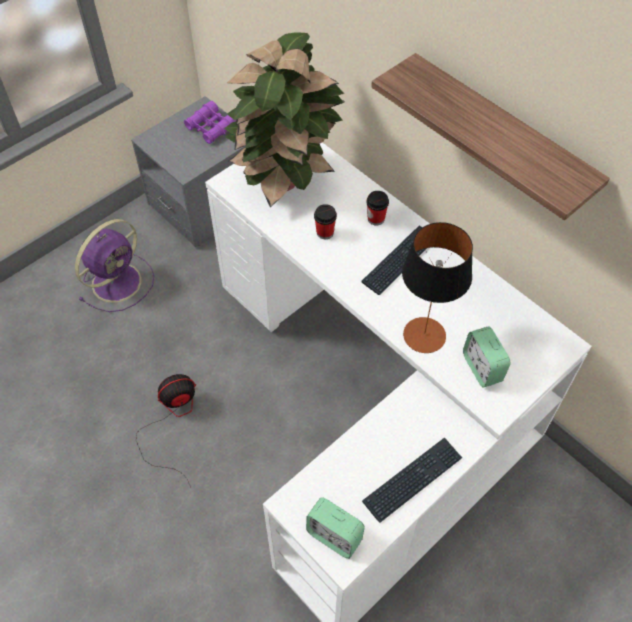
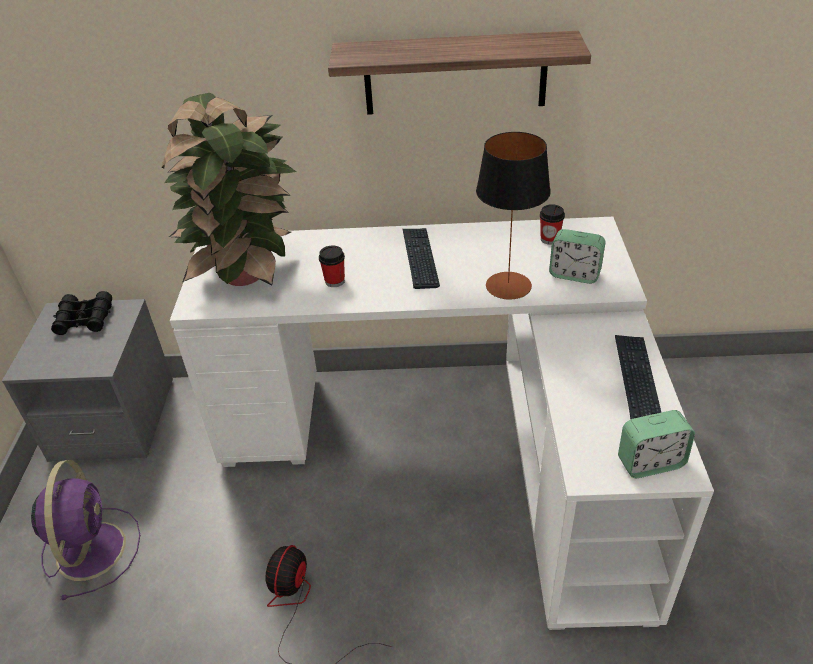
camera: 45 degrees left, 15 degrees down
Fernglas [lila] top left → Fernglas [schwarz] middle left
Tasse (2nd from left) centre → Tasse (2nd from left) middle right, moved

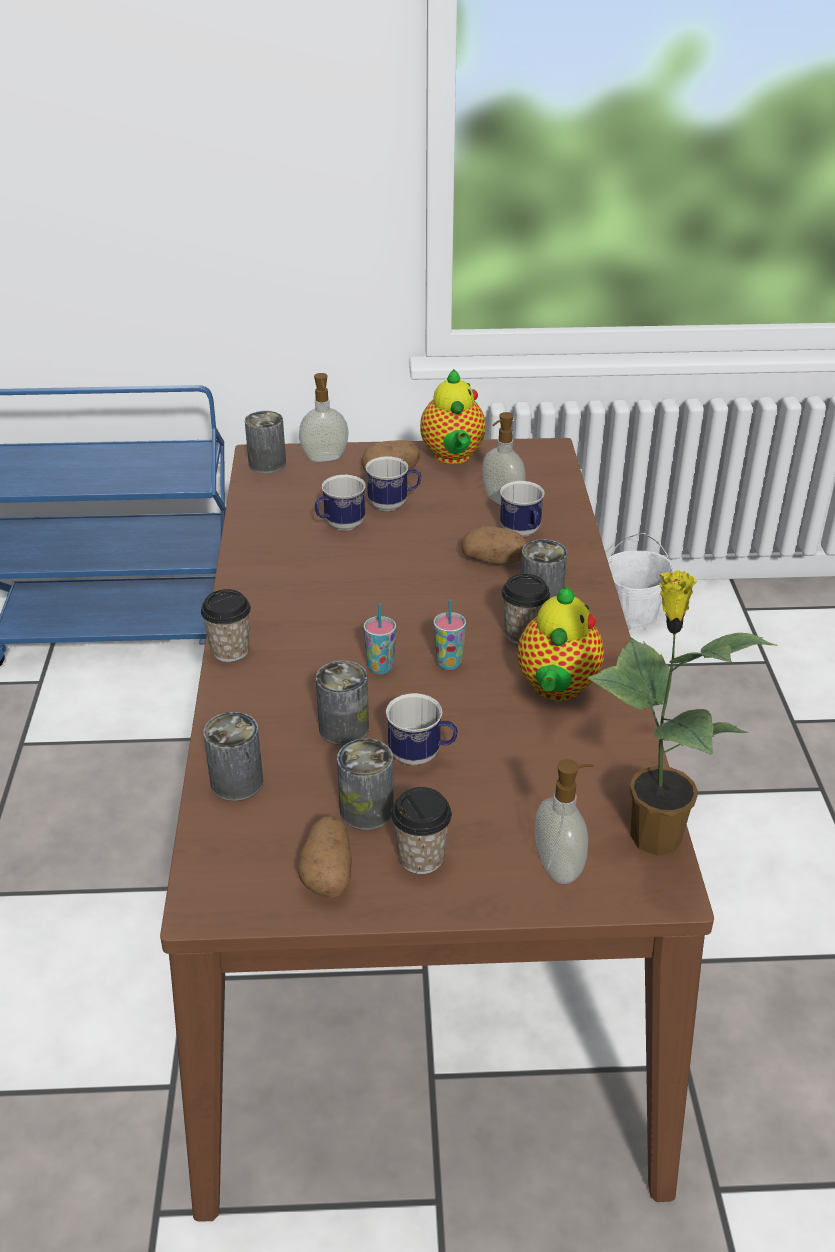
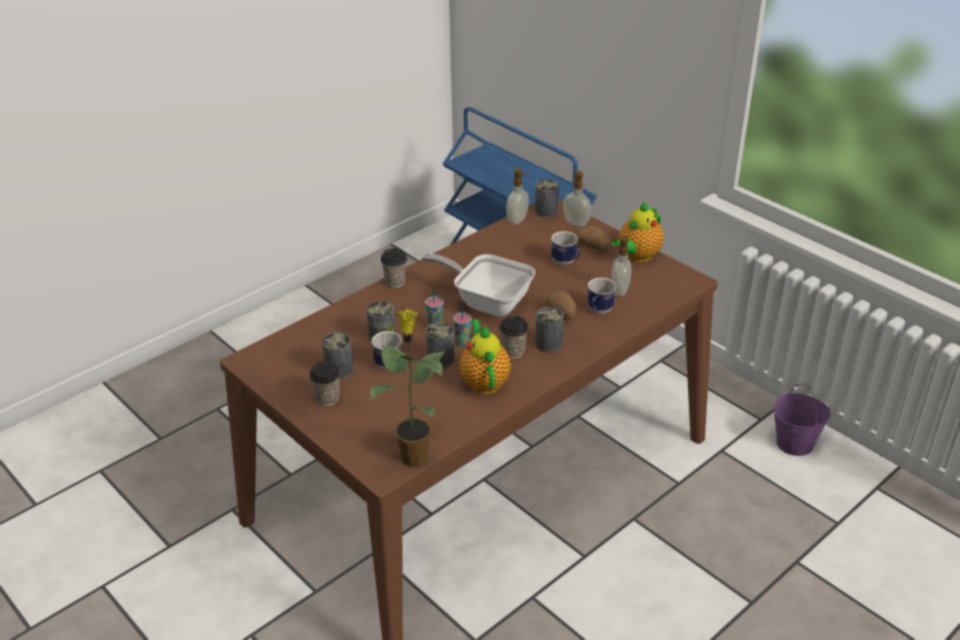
camera: 50 degrees right, 0 degrees up
Henkelbecher (1st from left) centre → -
Eimer [weiß] middle right → Eimer [lila] middle right
Teekanne (2nd from left in the first image) middle right → Teekanne (1st from left) centre, 105 degrees clockwise
Dose (1st from left in the first image) middle left → Dose (3rd from left) centre, moved
Seifenspender (3rd from left in the first image) middle right → Seifenspender (1st from left) top centre, moved
Kartoffel (1st from left) bottom centre → -
- → Pfanne centre

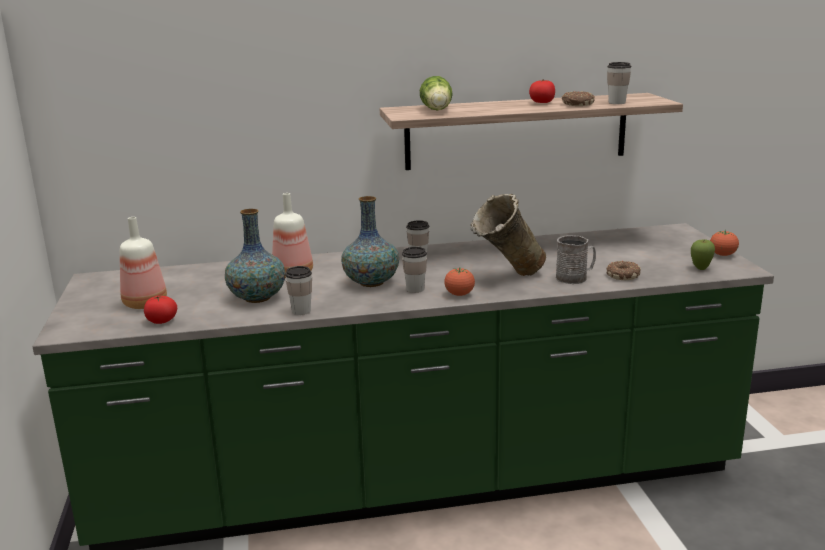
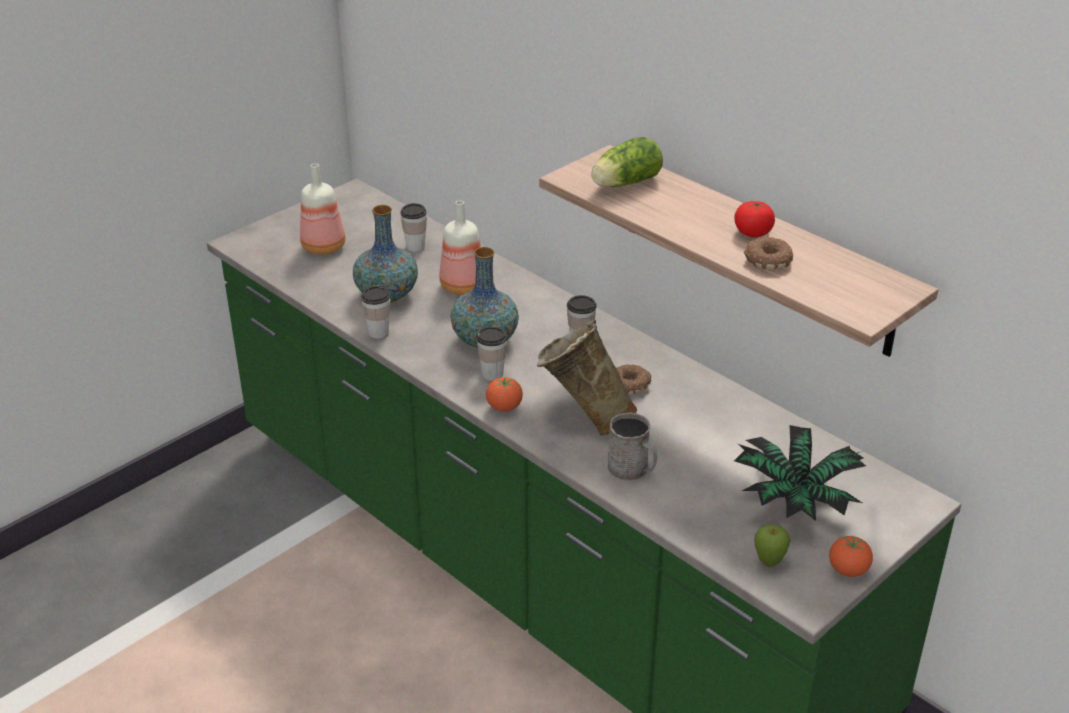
camera: 55 degrees right, 15 degrees up
Tasse (4th from left in the first image) top right → Tasse (2nd from left) top centre, moved
Donut (2nd from left in the first image) middle right → Donut (1st from left) centre, moved
Tomate (1st from left) middle left → -
- → Topfpflanze middle right

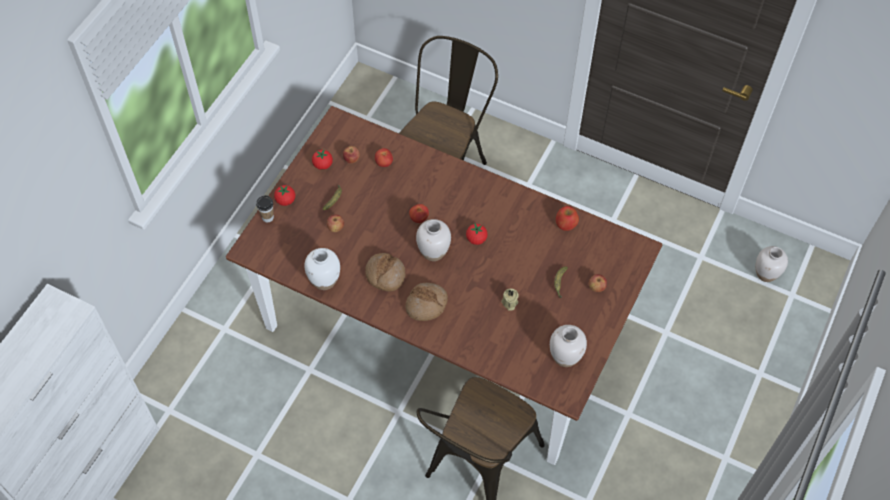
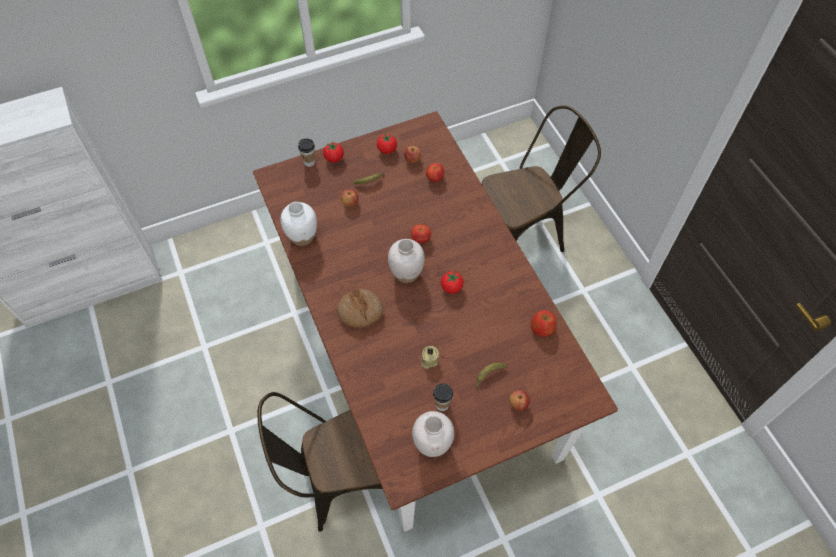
camera: 40 degrees right, 0 degrees up
Vase [weiß] (4th from left) middle right → -
Brot (1st from left) centre → -
- → Tasse (2nd from left) bottom centre

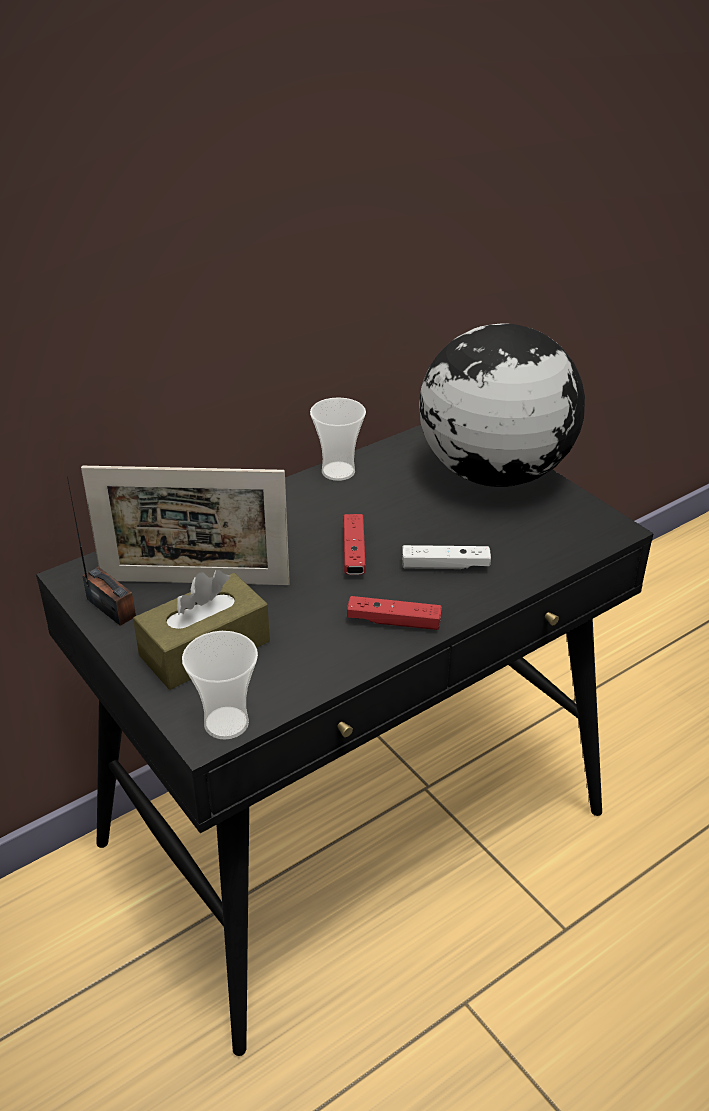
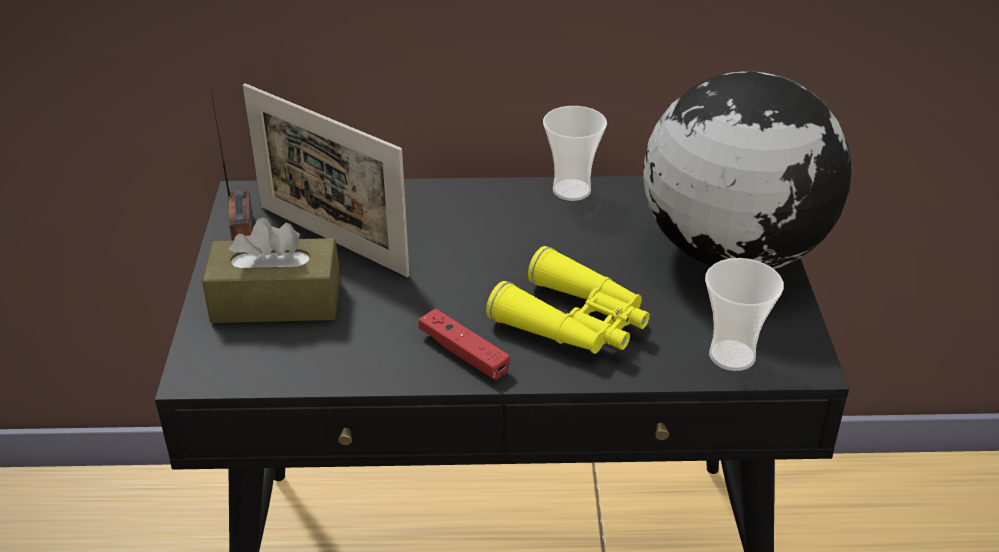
camera: 35 degrees right, 0 degrees up
Gamepad [rot] (1st from left) centre → -
Gamepad [weiß] centre → Fernglas [gelb] centre
Tasse (1st from left in the first image) middle left → Tasse (2nd from left) middle right, moved

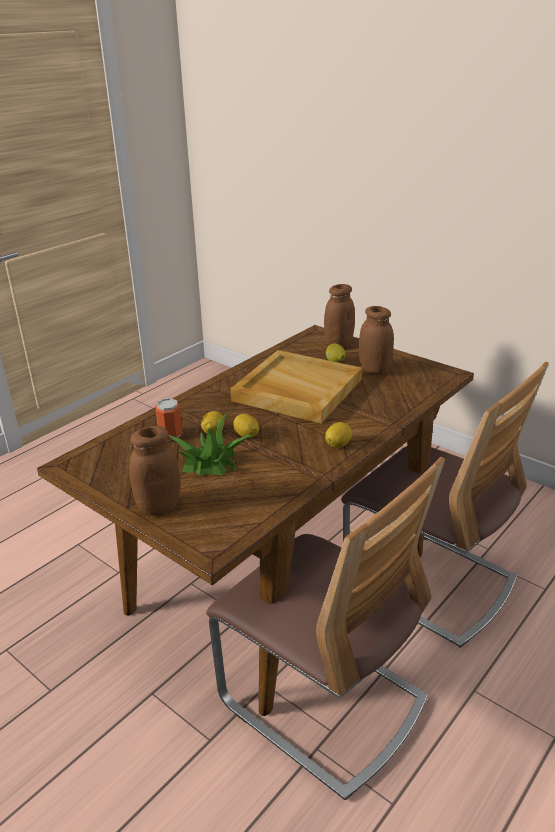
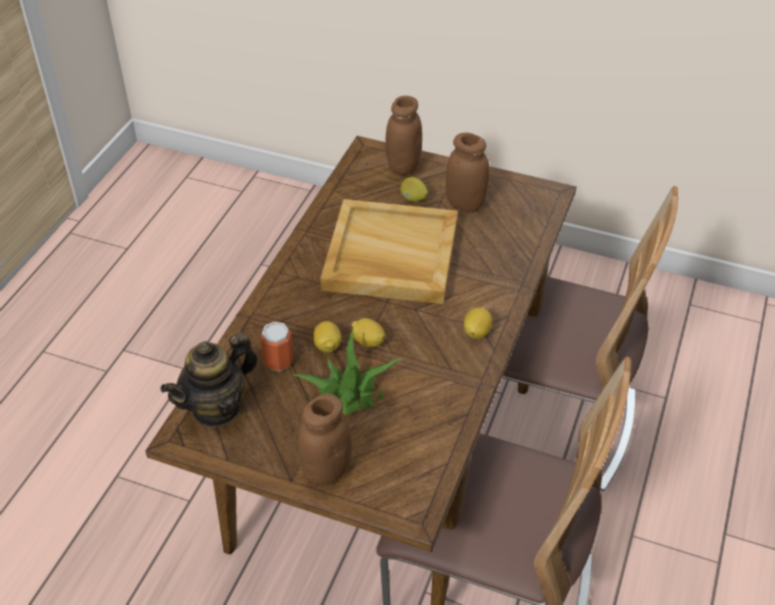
camera: 20 degrees left, 15 degrees up
- → Teekanne middle left

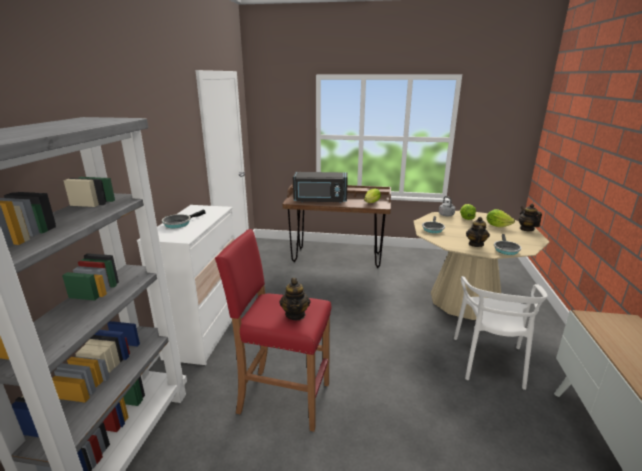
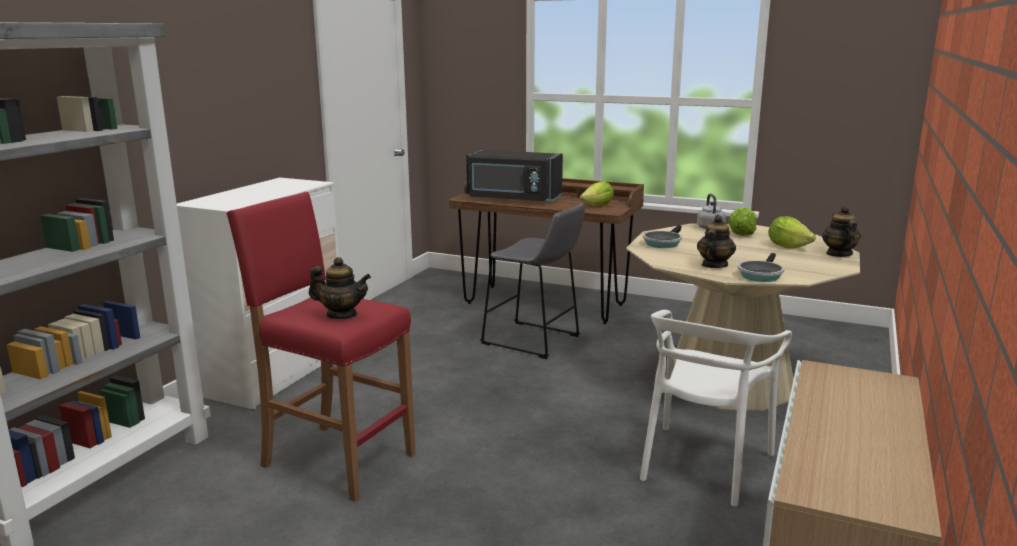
camera: 15 degrees right, 5 degrees down
Pfanne (1st from left) middle left → -
Teekanne (1st from left) centre, 90 degrees counterclockwise
- → Hocker [grau] centre

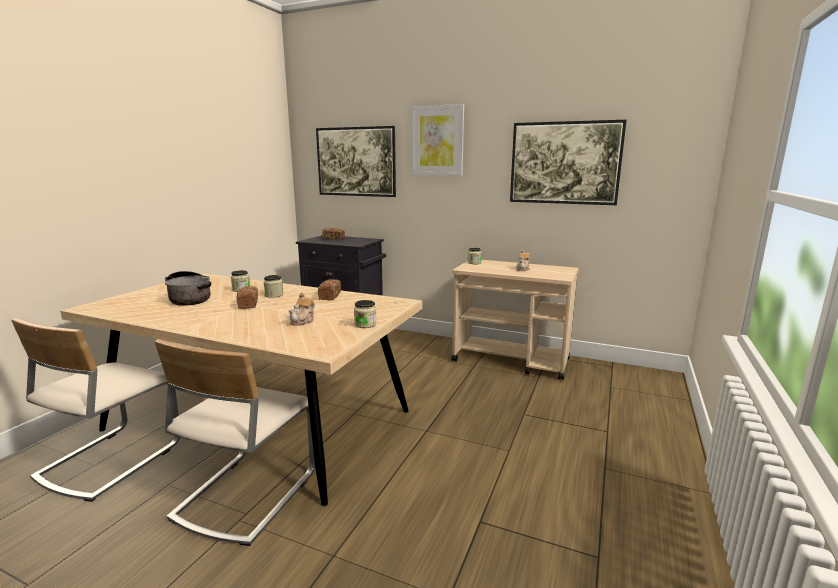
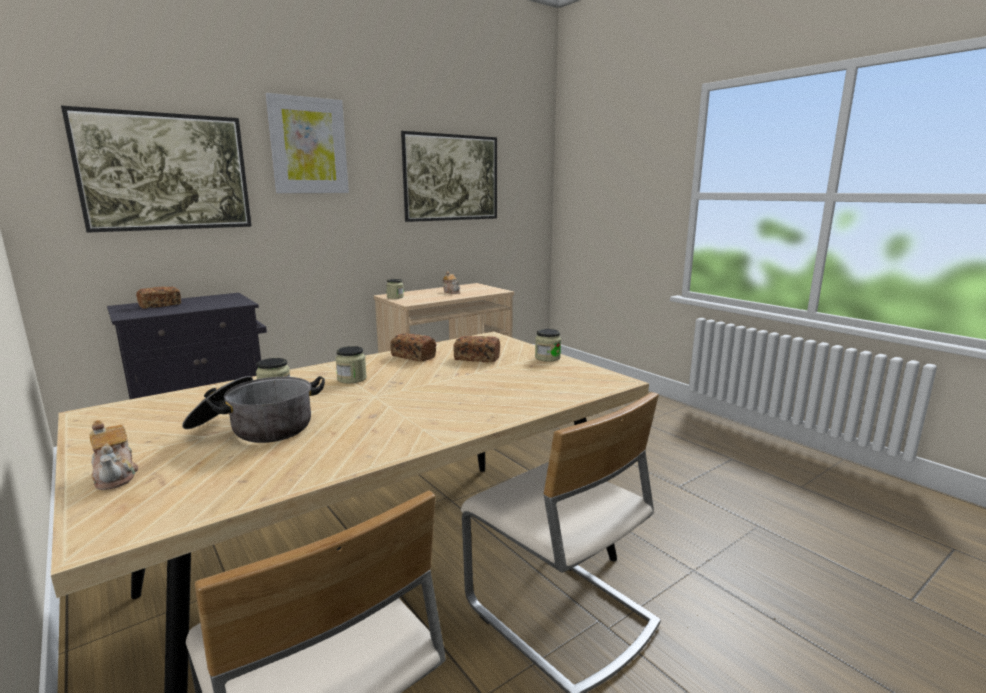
camera: 60 degrees left, 0 degrees up
Brot (1st from left in the first image) middle left → Brot (3rd from left) centre, moved
Teekanne (1st from left) centre → Teekanne (1st from left) middle left, moved

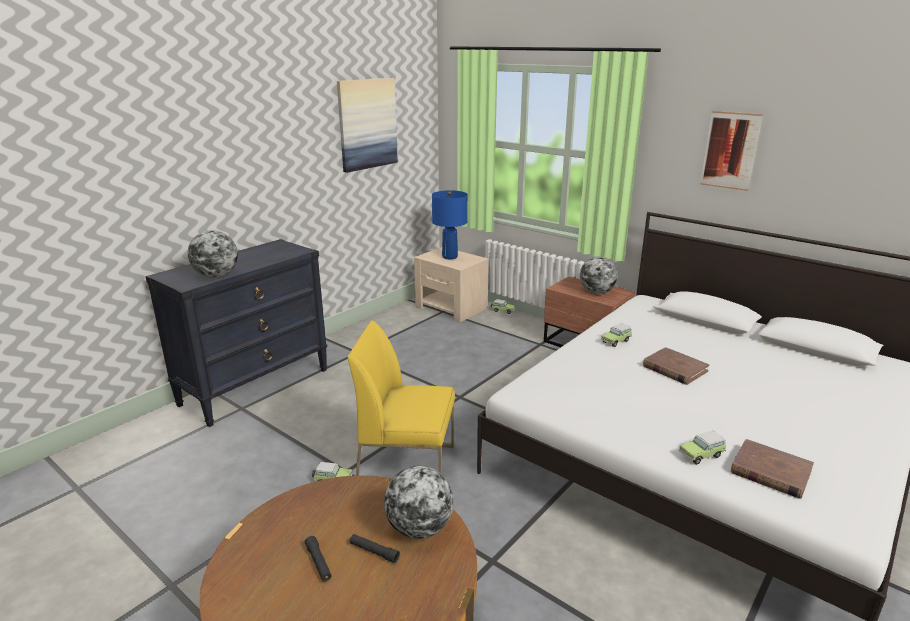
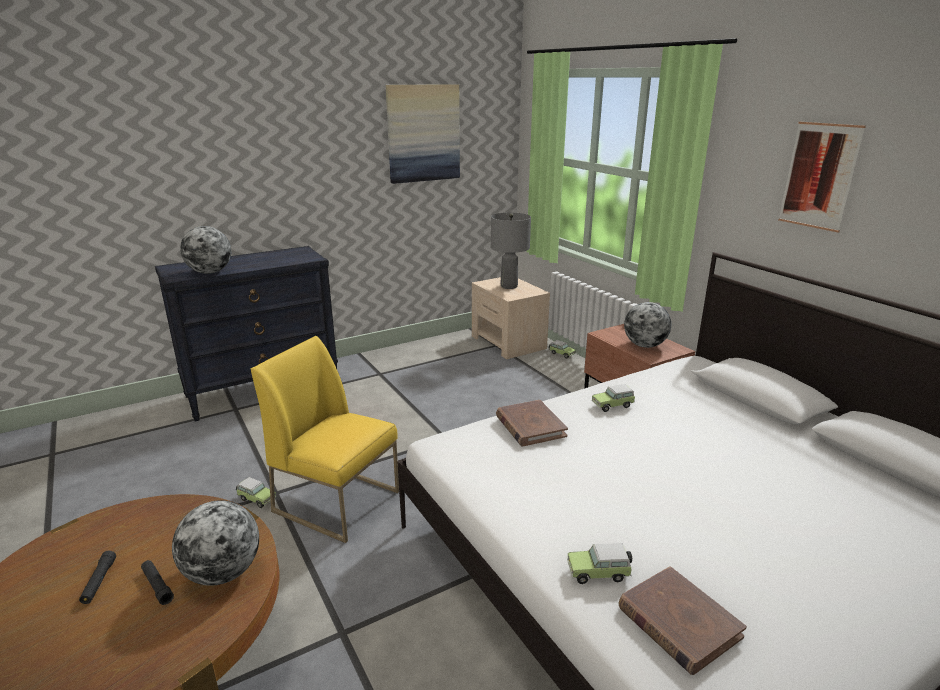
camera: 20 degrees right, 0 degrees up
Tischlampe [blau] centre → Tischlampe [grau] centre
Buch [braun] (1st from left) middle right → Buch [braun] (1st from left) centre, moved

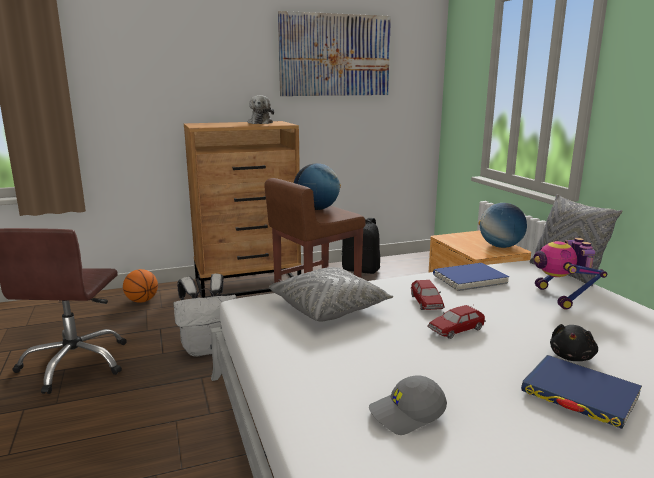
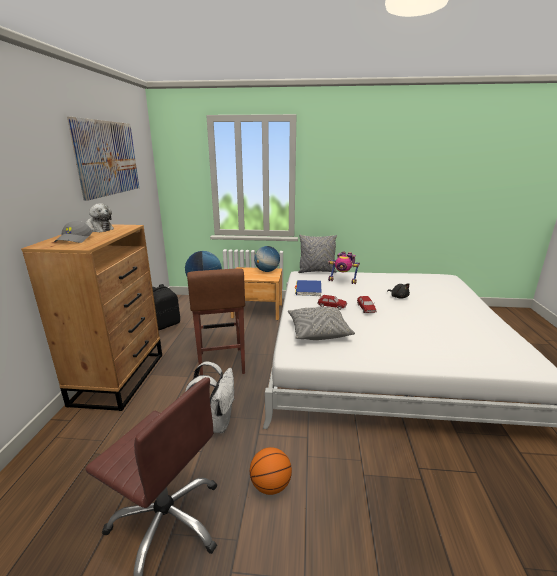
camera: 65 degrees left, 5 degrees up
Basketball middle left → Basketball bottom centre, moved
Buch [blau] (2nd from left) bottom right → -
Kappe [grau] bottom centre → Kappe [grau] middle left, moved

